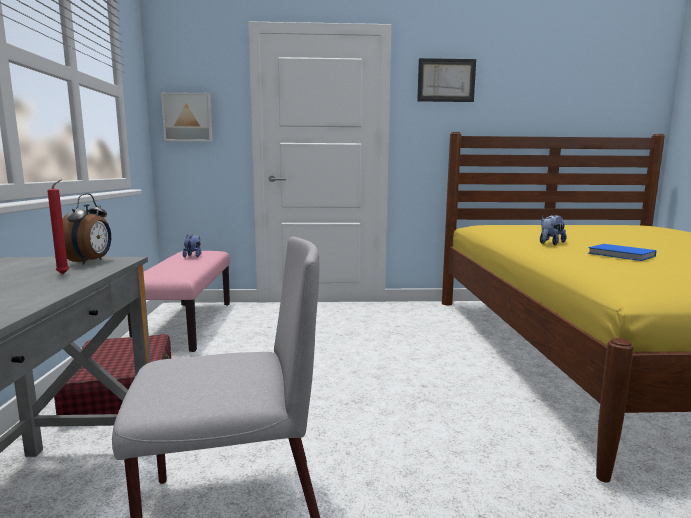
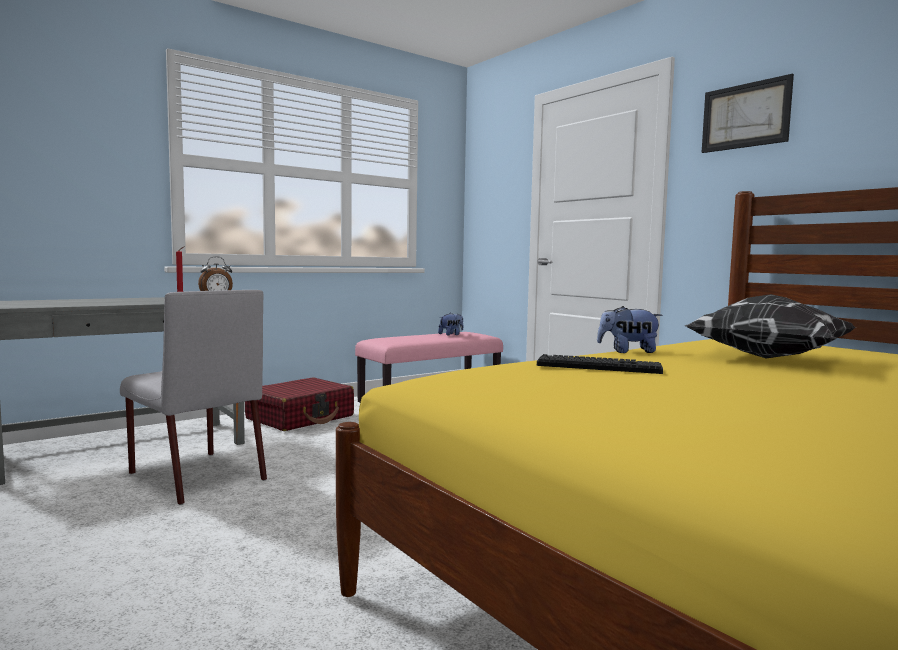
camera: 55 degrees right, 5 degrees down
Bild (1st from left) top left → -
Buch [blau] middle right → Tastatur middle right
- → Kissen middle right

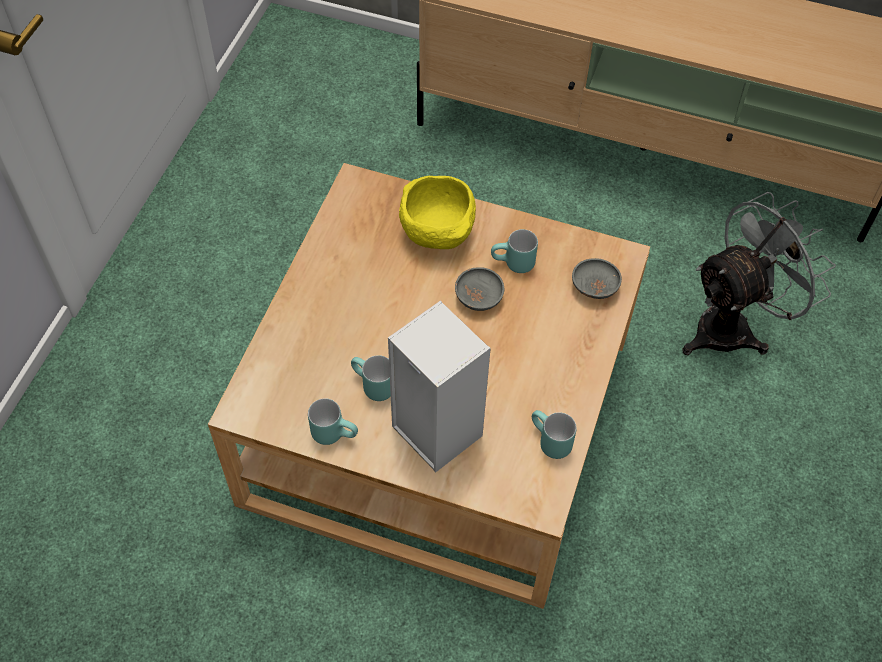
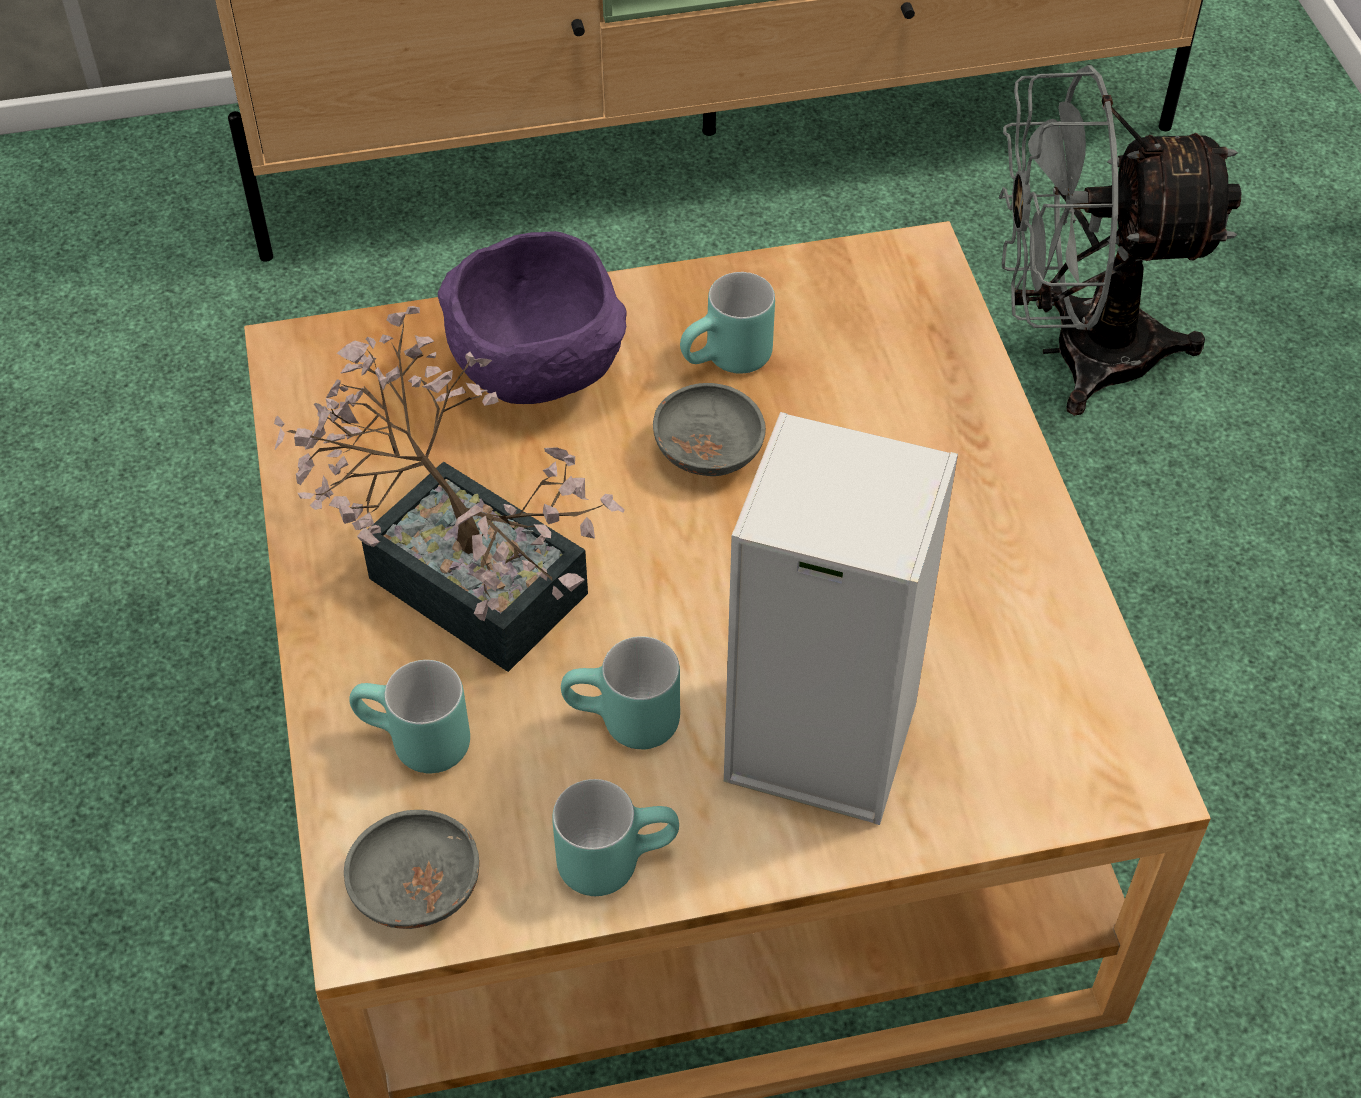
camera: 30 degrees left, 5 degrees down
Schüssel [gelb] top centre → Schüssel [lila] top centre
Ventilator [grau] middle right → Ventilator [grau] top right, 120 degrees counterclockwise
Schüssel [grau] (2nd from left in the first image) middle right → Schüssel [grau] (1st from left) bottom left, moved
Henkelbecher [türkis] (4th from left in the first image) centre → Henkelbecher [türkis] (1st from left) middle left, moved
- → Topfpflanze middle left

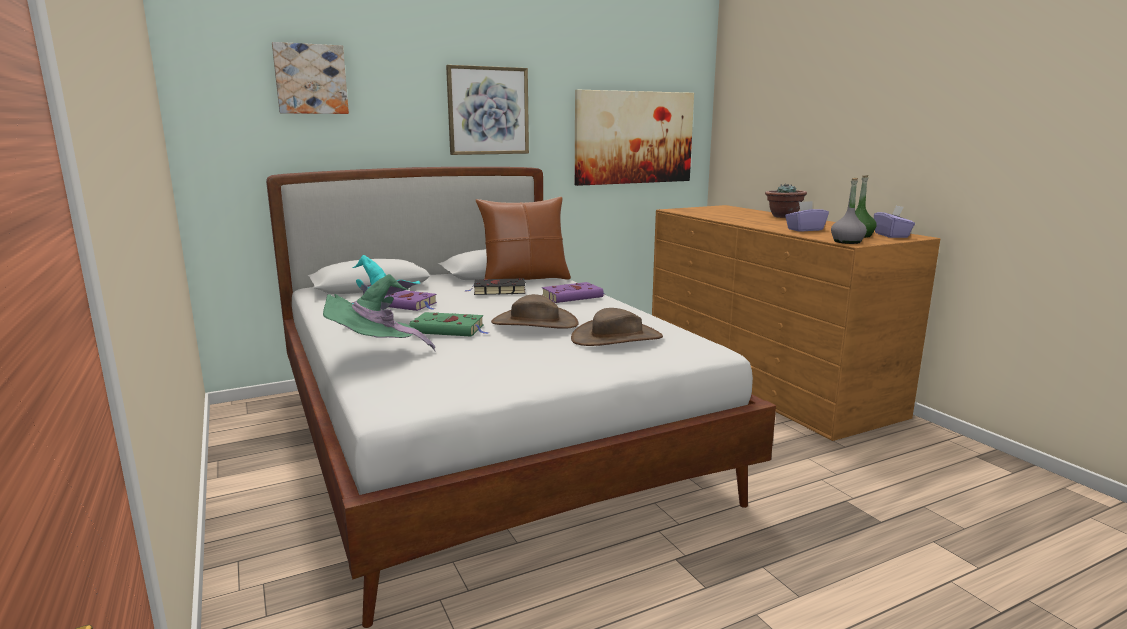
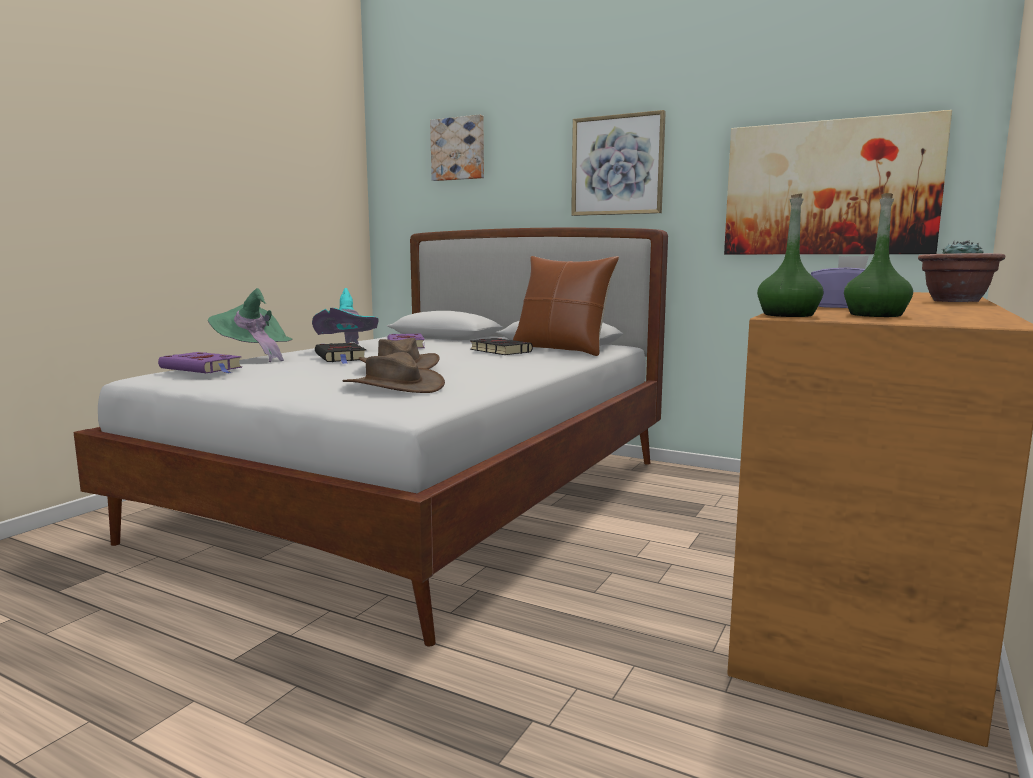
camera: 55 degrees right, 5 degrees down
Flasche [grau] middle right → Flasche [grün] (1st from left) top right
Taschentuchbox [lila] (2nd from left) middle right → -
Buch [lila] (2nd from left in the first image) centre → Buch [lila] (1st from left) middle left, moved
Buch [grün] centre → Buch [schwarz] (1st from left) middle left

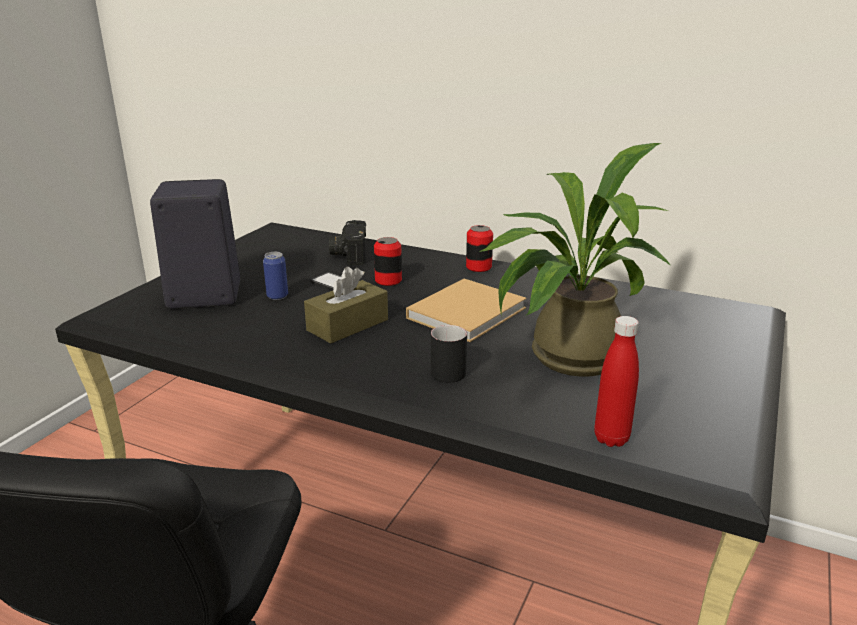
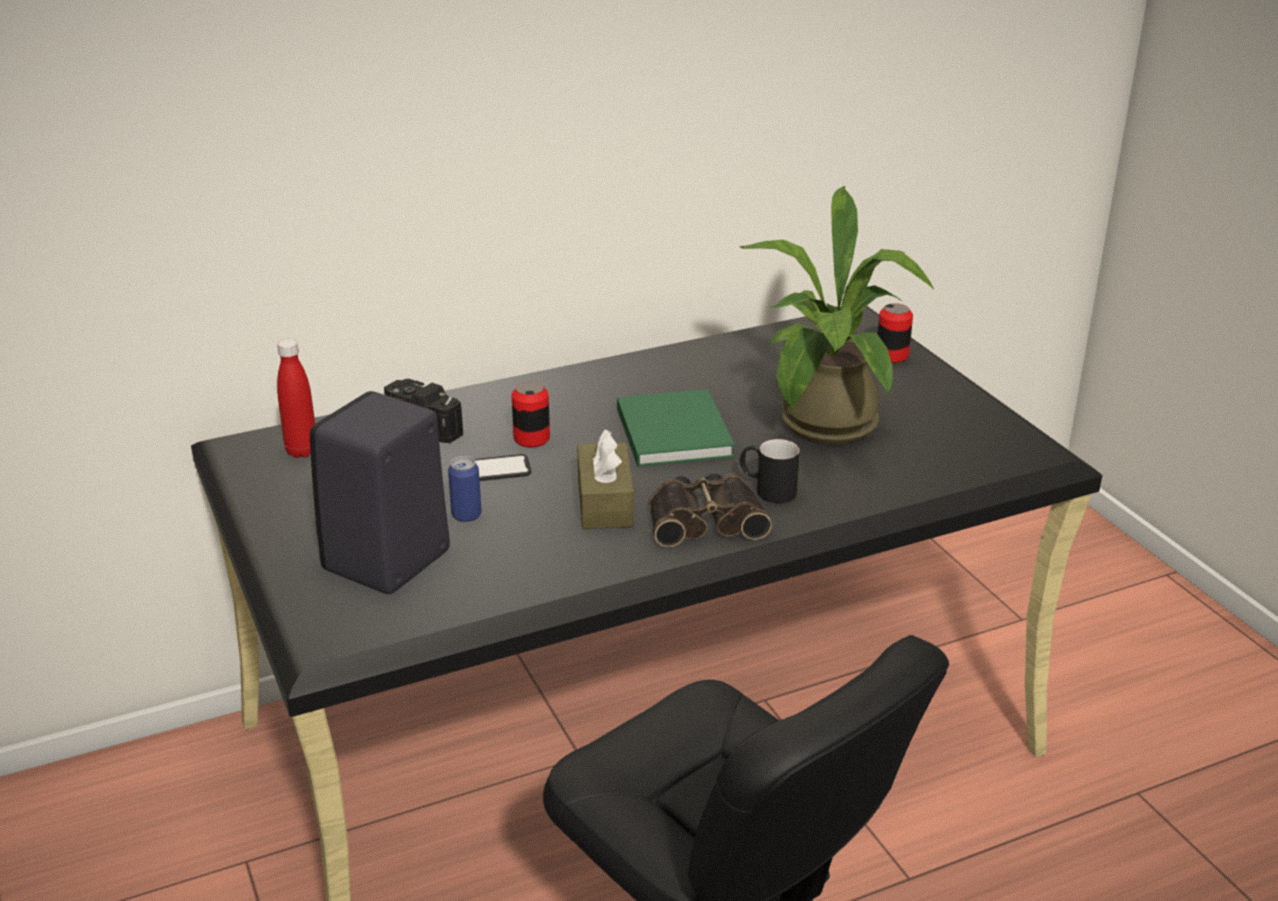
camera: 50 degrees left, 5 degrees up
Dose (3rd from left) centre → Dose (3rd from left) middle right, moved
Buch [beige] centre → Buch [grün] centre
Flasche [rot] middle right → Flasche [rot] middle left, moved
- → Fernglas centre

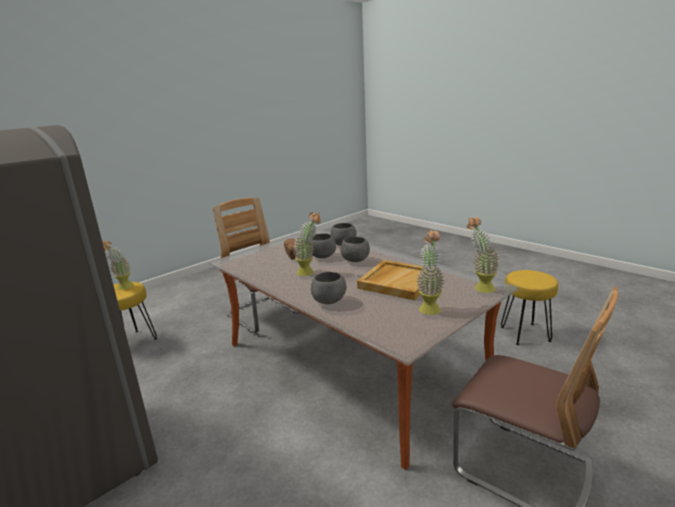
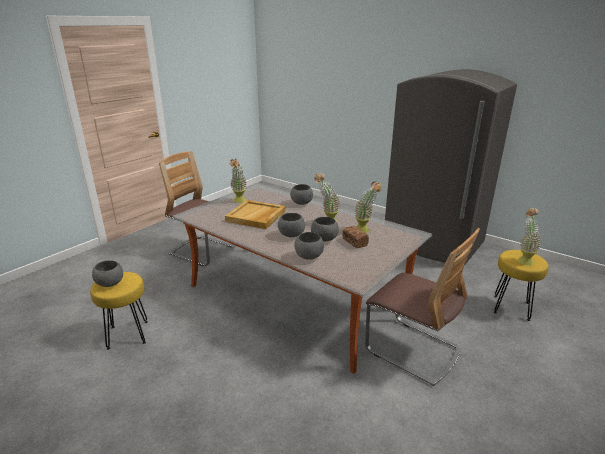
camera: 170 degrees right, 5 degrees up
Topfpflanze (4th from left in the first image) middle right → Topfpflanze (3rd from left) centre, moved
- → Schüssel [grau] (1st from left) middle left

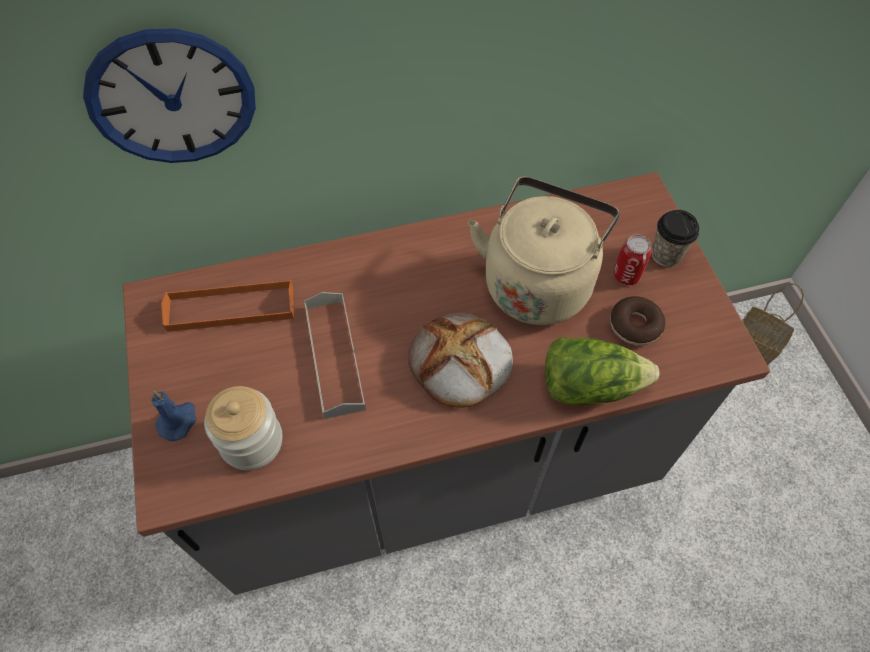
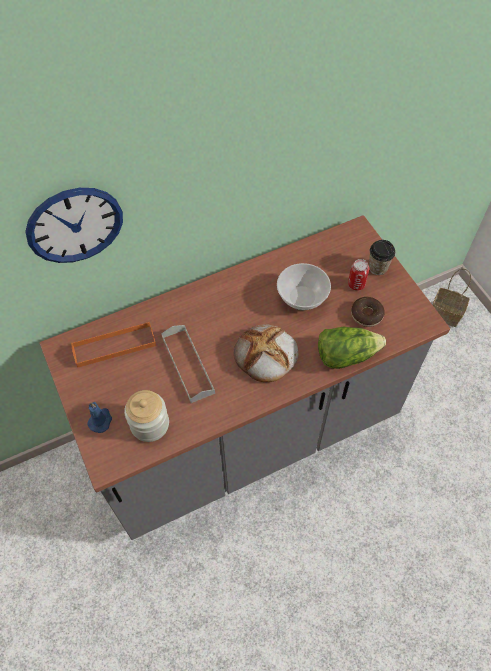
camera: 10 degrees left, 0 degrees up
Wasserkessel [beige] centre → Schüssel centre

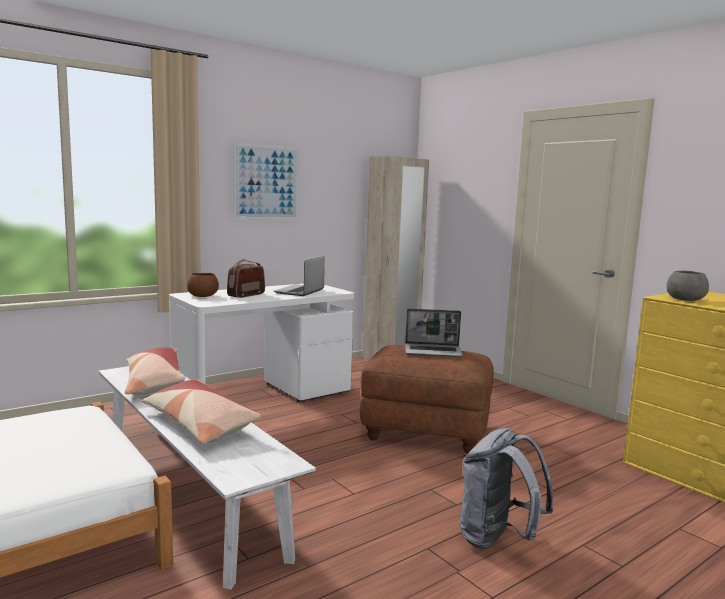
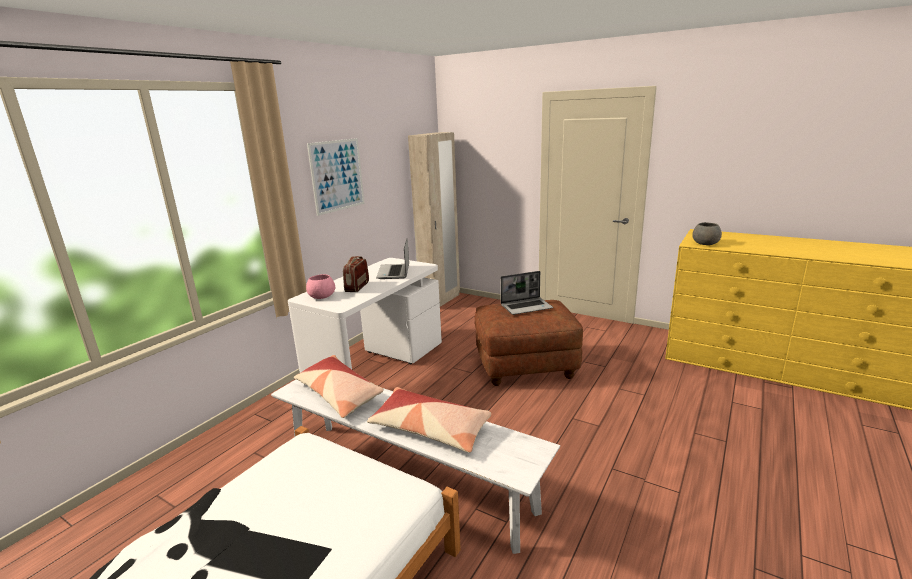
camera: 20 degrees left, 10 degrees up
Schüssel [braun] middle left → Schüssel [rosa] centre
Rucksack [grau] bottom right → -

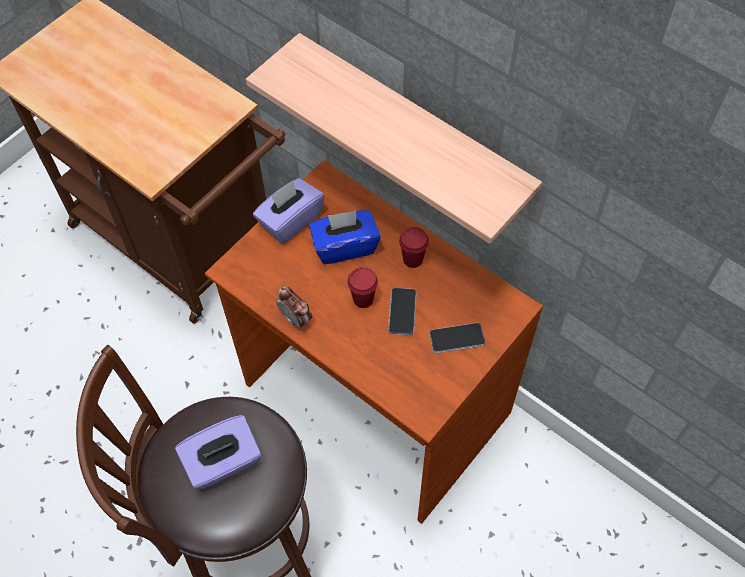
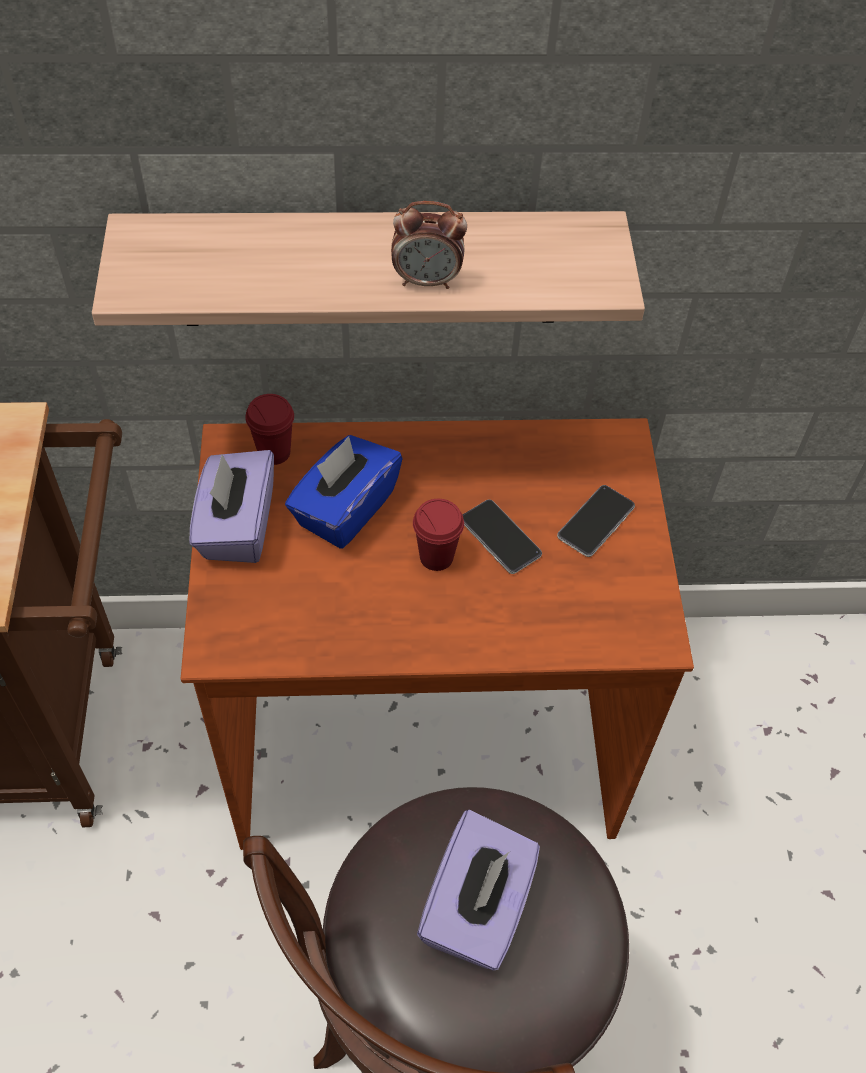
camera: 45 degrees left, 5 degrees down
Tasse [rot] (2nd from left in the first image) centre → Tasse [rot] (1st from left) middle left, moved
Wecker centre → Wecker top centre, moved

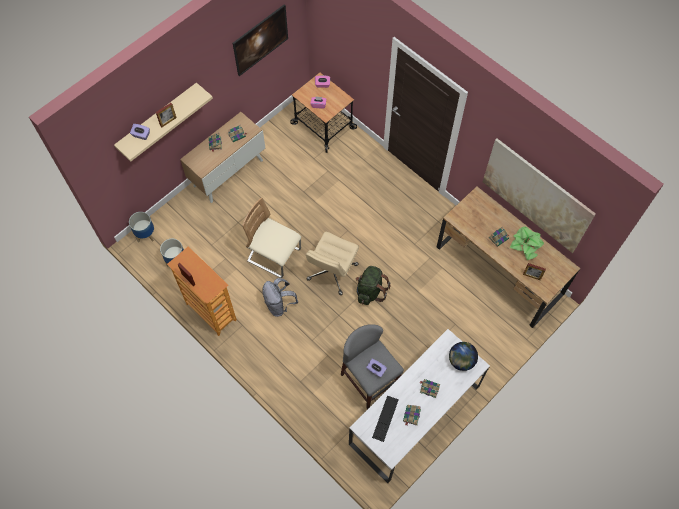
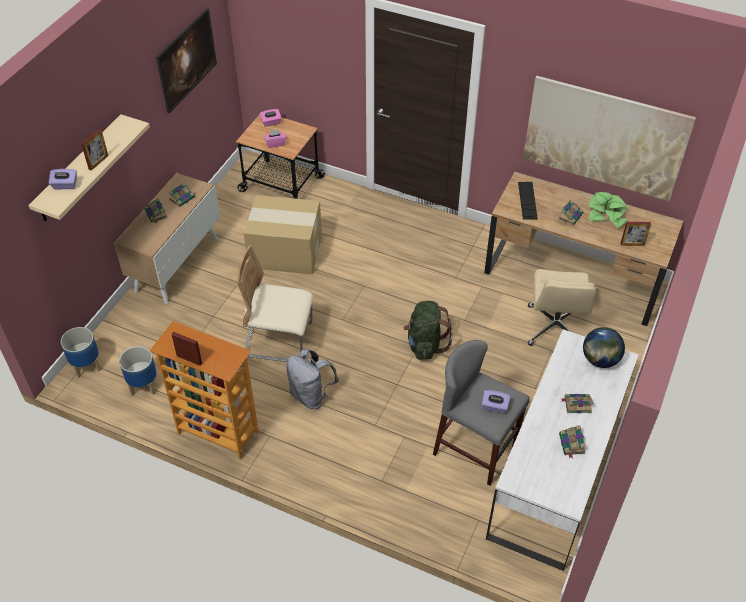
camera: 20 degrees left, 15 degrees down
Bürostuhl [beige] centre → Bürostuhl [beige] middle right, moved
Tastatur bottom centre → Tastatur middle right, moved
- → Karton centre

